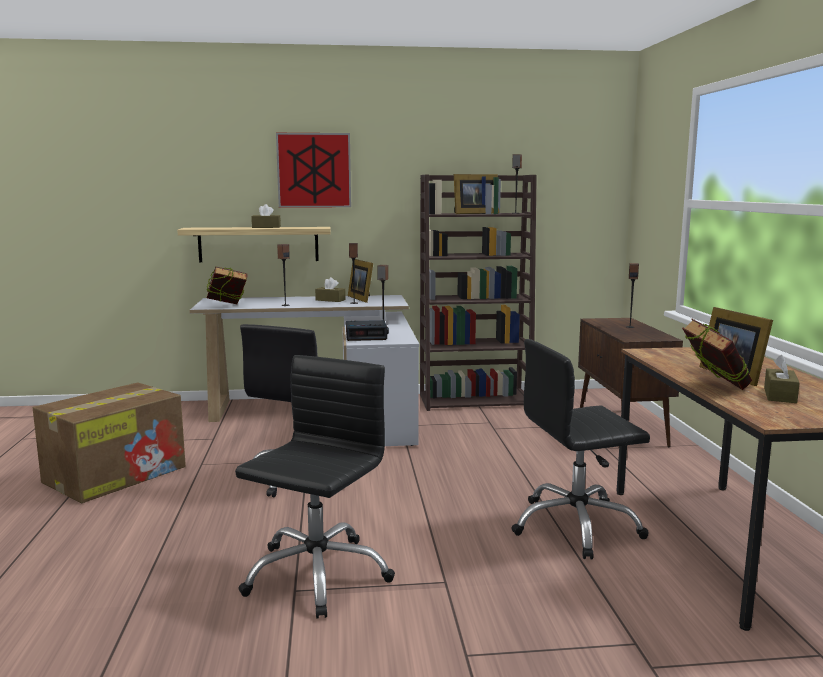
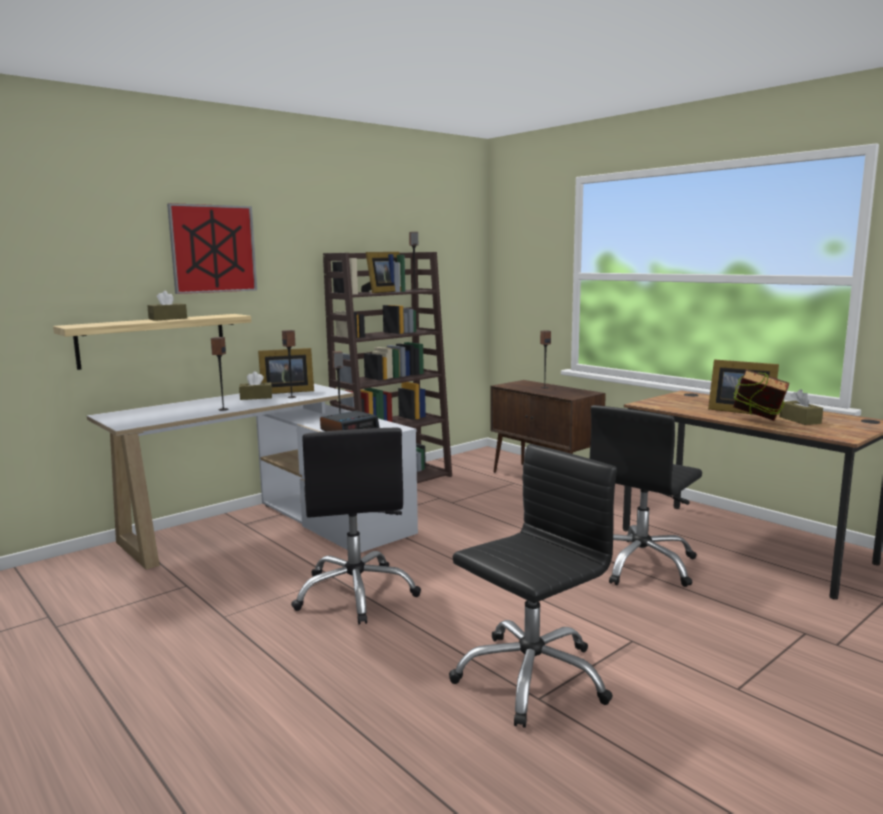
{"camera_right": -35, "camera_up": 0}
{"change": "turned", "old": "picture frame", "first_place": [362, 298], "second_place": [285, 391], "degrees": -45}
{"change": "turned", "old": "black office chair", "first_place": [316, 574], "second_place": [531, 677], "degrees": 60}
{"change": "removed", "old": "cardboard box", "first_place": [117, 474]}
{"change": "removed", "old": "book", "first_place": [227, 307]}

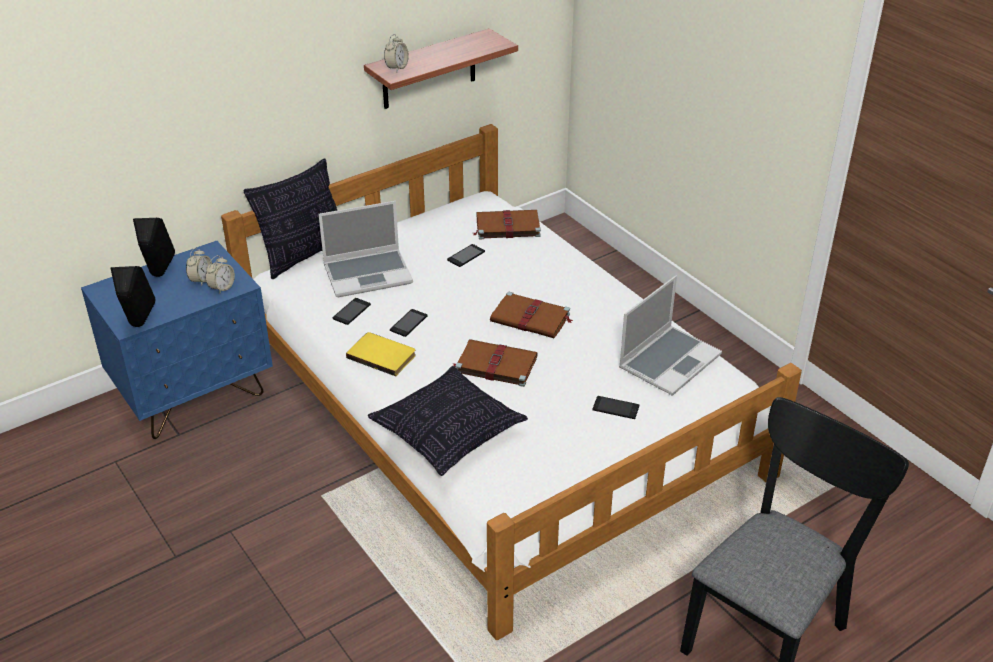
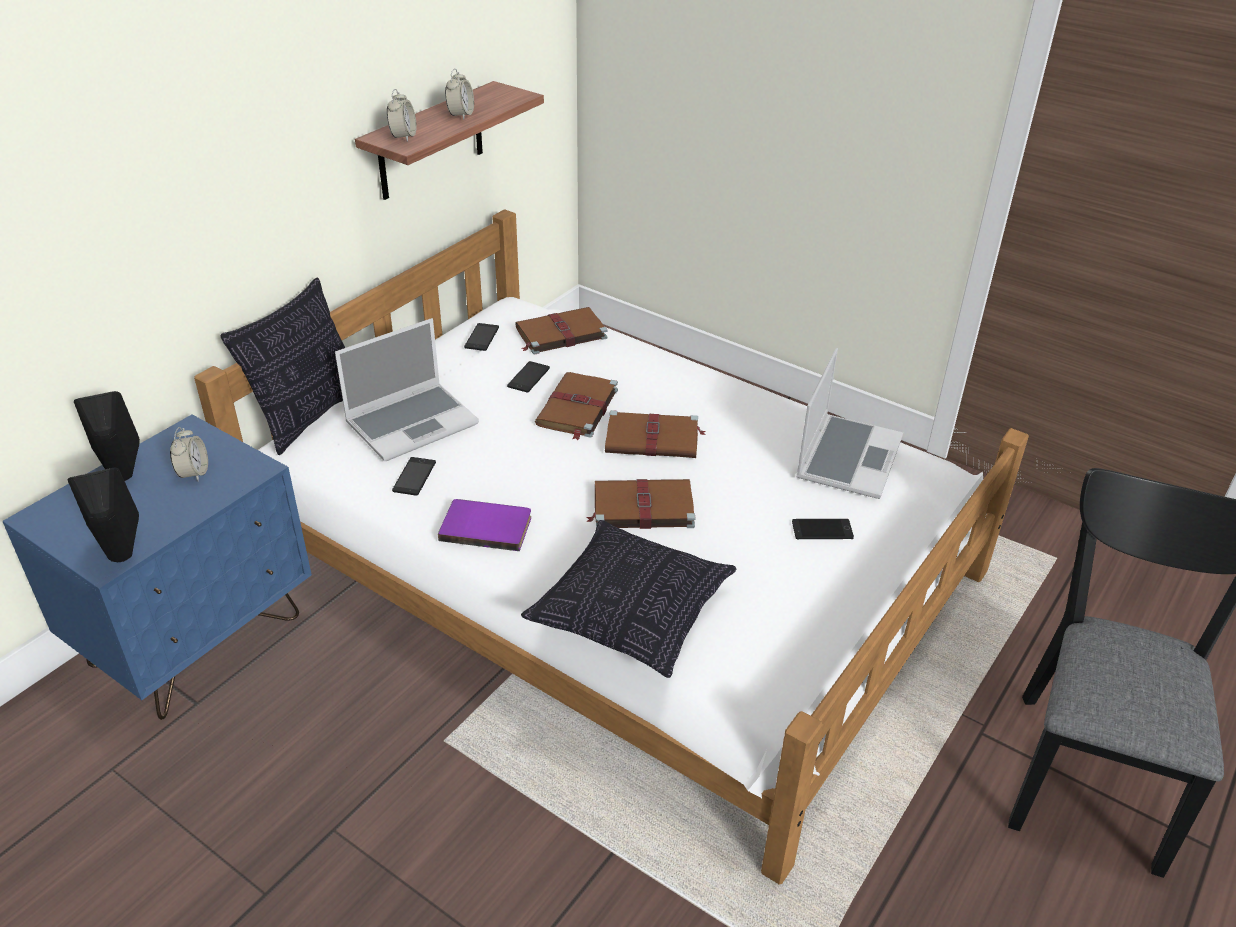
{"camera_right": -20, "camera_up": 0}
{"change": "recoloured", "old": "yellow book", "new": "purple book", "first_place": [382, 355], "second_place": [486, 526]}
{"change": "moved", "old": "alarm clock", "first_place": [222, 288], "second_place": [461, 115]}
{"change": "moved", "old": "phone", "first_place": [408, 323], "second_place": [482, 337]}
{"change": "added", "new": "brown book", "second_place": [577, 408]}

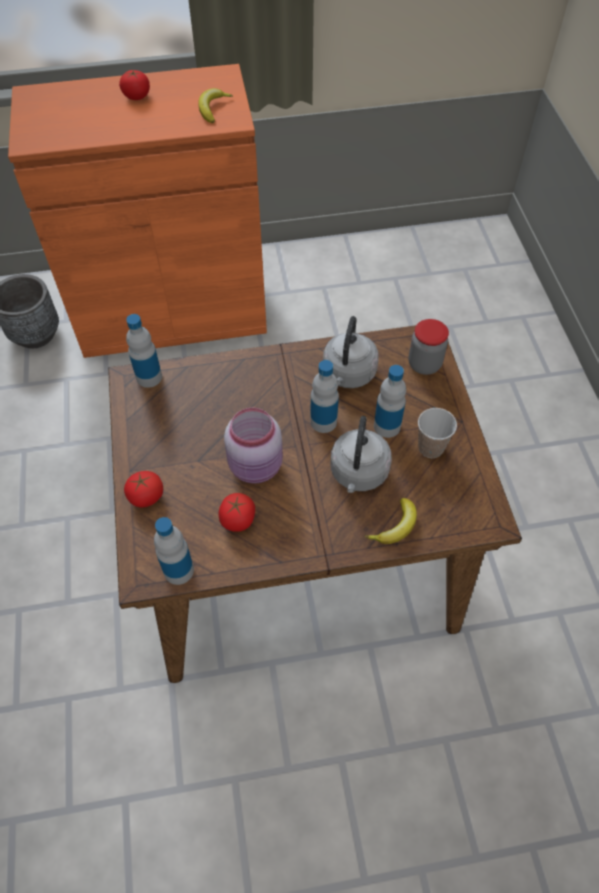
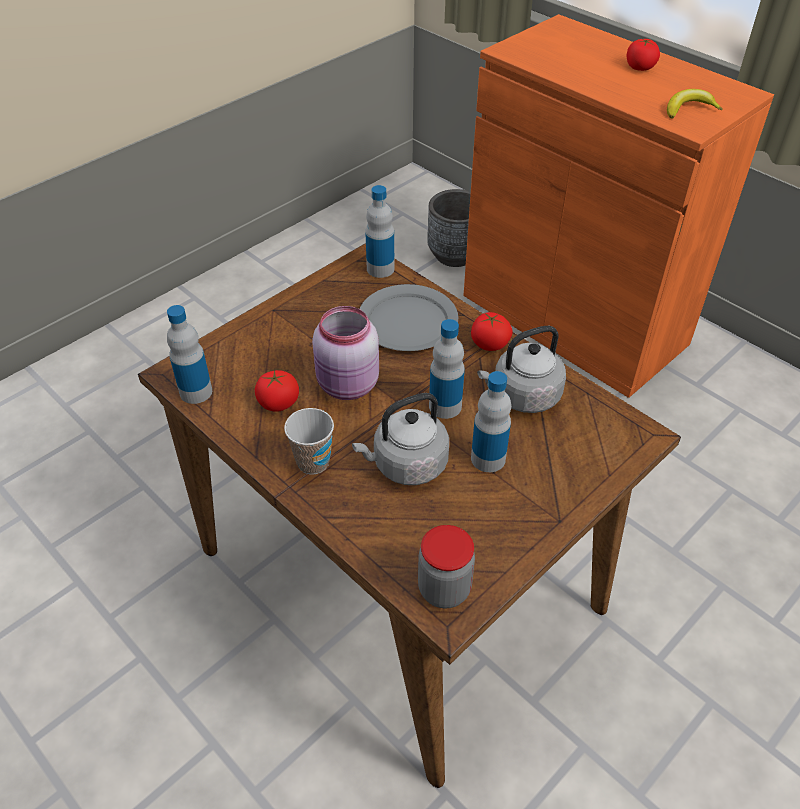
{"camera_right": 55, "camera_up": -10}
{"change": "moved", "old": "cup", "first_place": [431, 448], "second_place": [313, 462]}
{"change": "added", "new": "grey plate", "second_place": [407, 322]}
{"change": "moved", "old": "jar", "first_place": [424, 364], "second_place": [444, 589]}
{"change": "moved", "old": "tomato", "first_place": [146, 496], "second_place": [490, 344]}
{"change": "removed", "old": "banana", "first_place": [395, 526]}

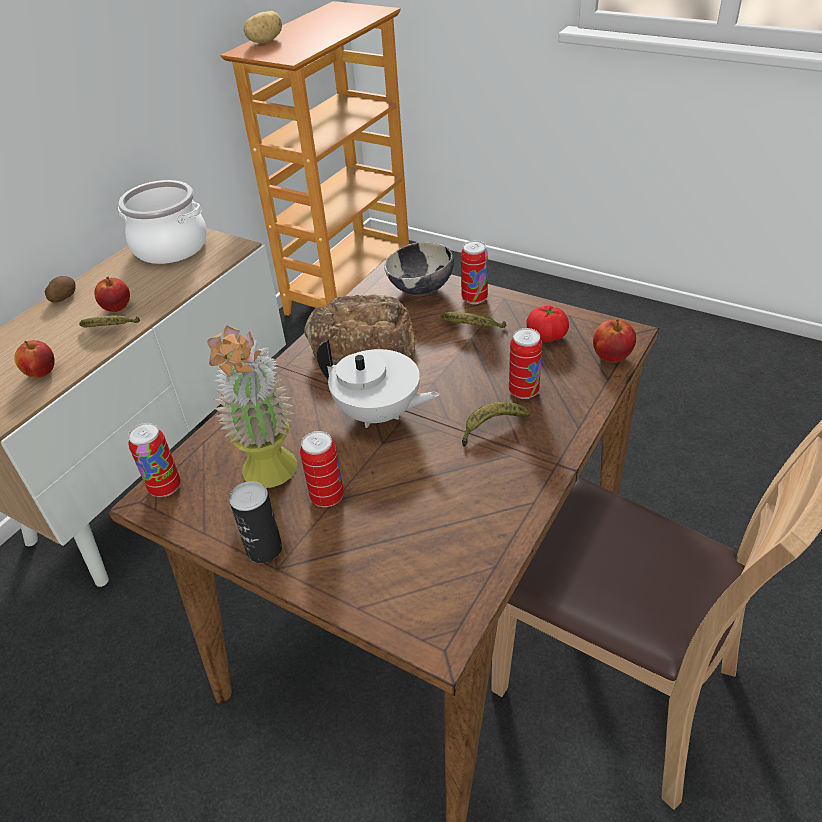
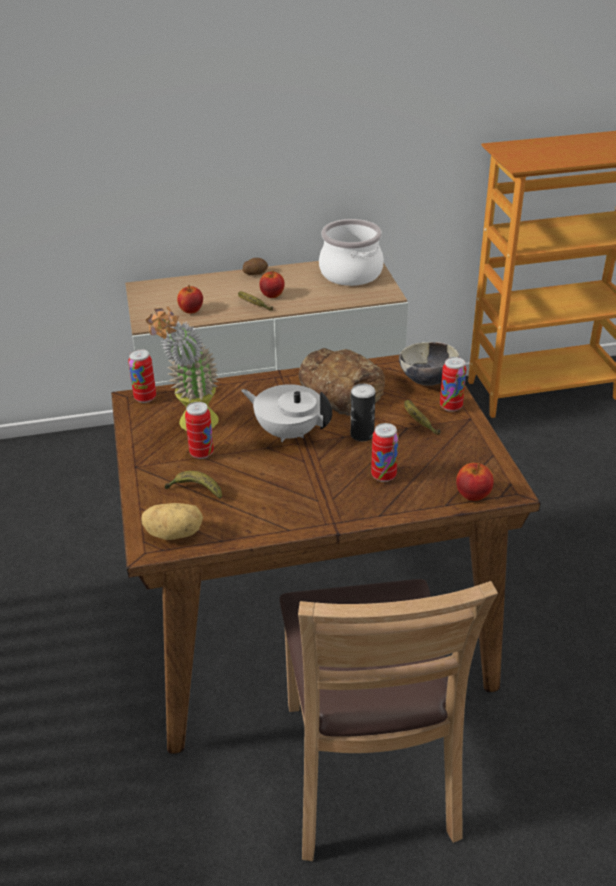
{"camera_right": 45, "camera_up": -5}
{"change": "moved", "old": "potato", "first_place": [265, 41], "second_place": [174, 533]}
{"change": "moved", "old": "banana", "first_place": [491, 427], "second_place": [195, 491]}
{"change": "turned", "old": "white teapot", "first_place": [379, 414], "second_place": [288, 432], "degrees": 135}
{"change": "moved", "old": "can", "first_place": [264, 549], "second_place": [362, 435]}
{"change": "removed", "old": "tomato", "first_place": [546, 336]}

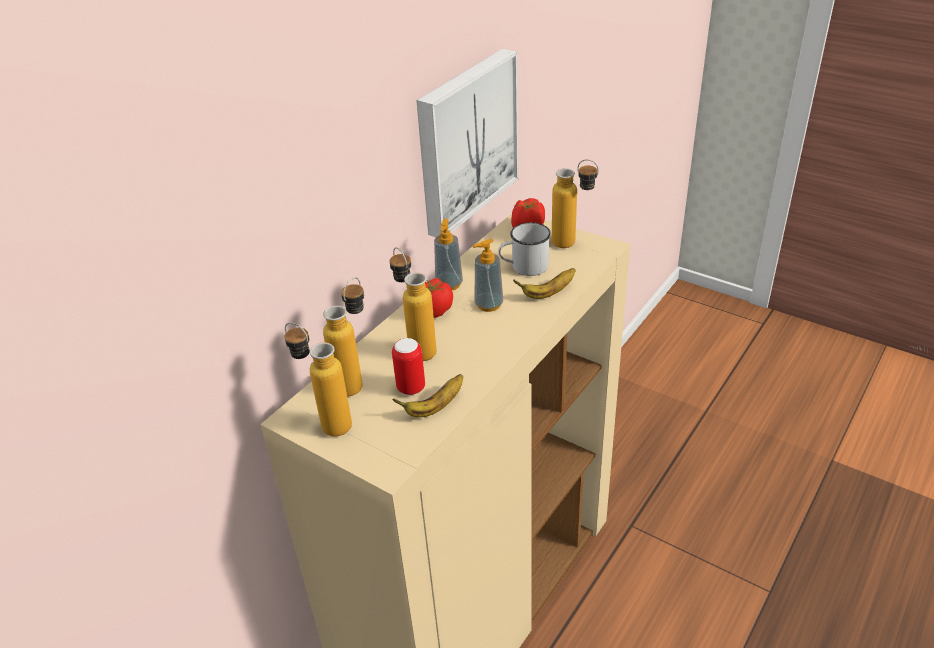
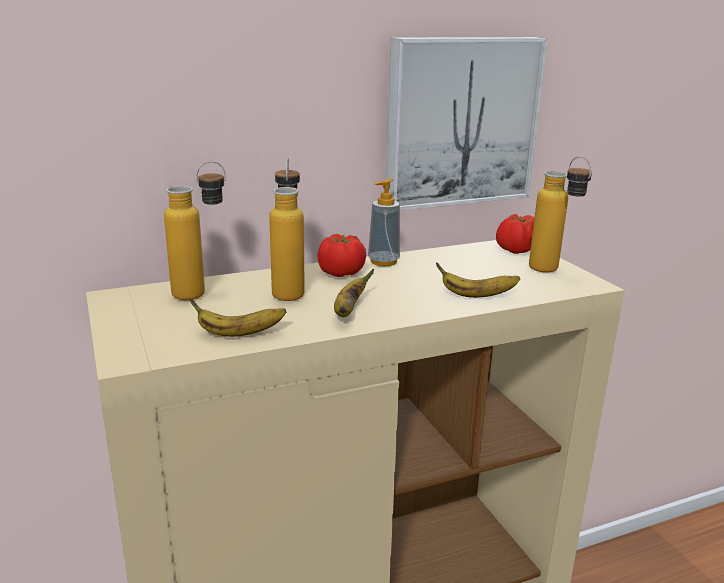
{"camera_right": 30, "camera_up": -15}
{"change": "added", "new": "banana", "second_place": [348, 310]}
{"change": "removed", "old": "bottle", "first_place": [326, 423]}
{"change": "removed", "old": "can", "first_place": [411, 388]}
{"change": "removed", "old": "soap dispenser", "first_place": [488, 304]}
{"change": "removed", "old": "white mug", "first_place": [524, 267]}

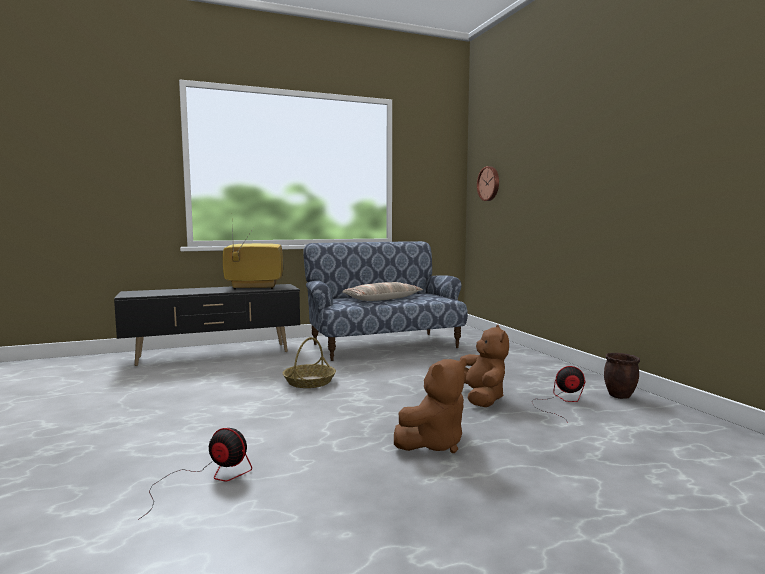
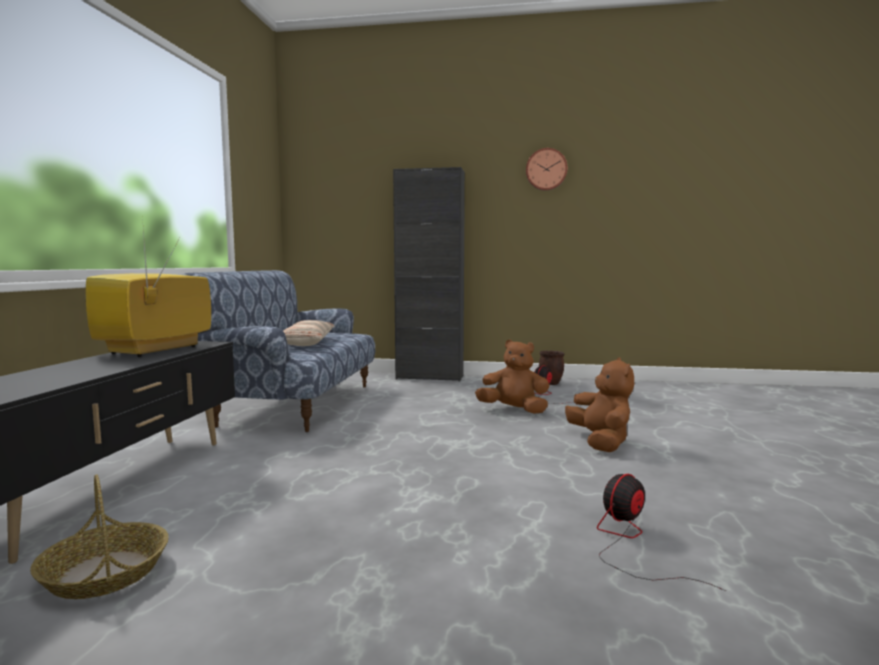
{"camera_right": -60, "camera_up": 0}
{"change": "moved", "old": "basket", "first_place": [309, 382], "second_place": [105, 573]}
{"change": "added", "new": "black cabinet", "second_place": [430, 377]}
{"change": "moved", "old": "wall clock", "first_place": [489, 183], "second_place": [546, 169]}

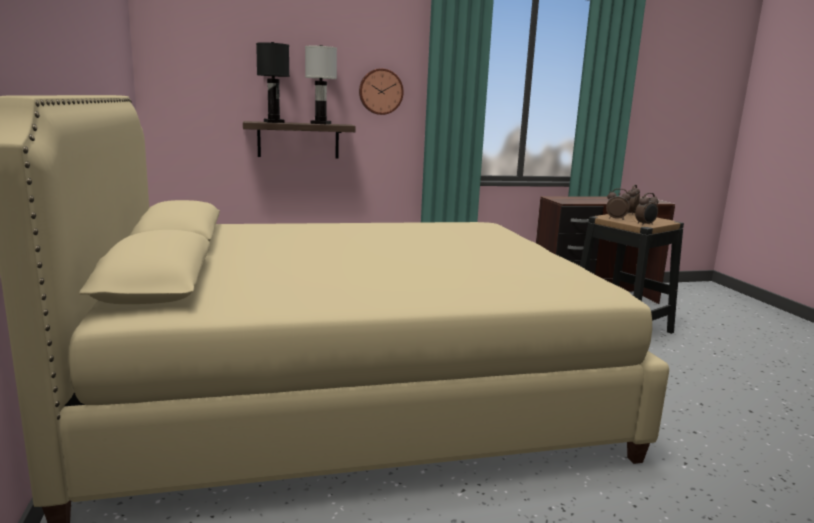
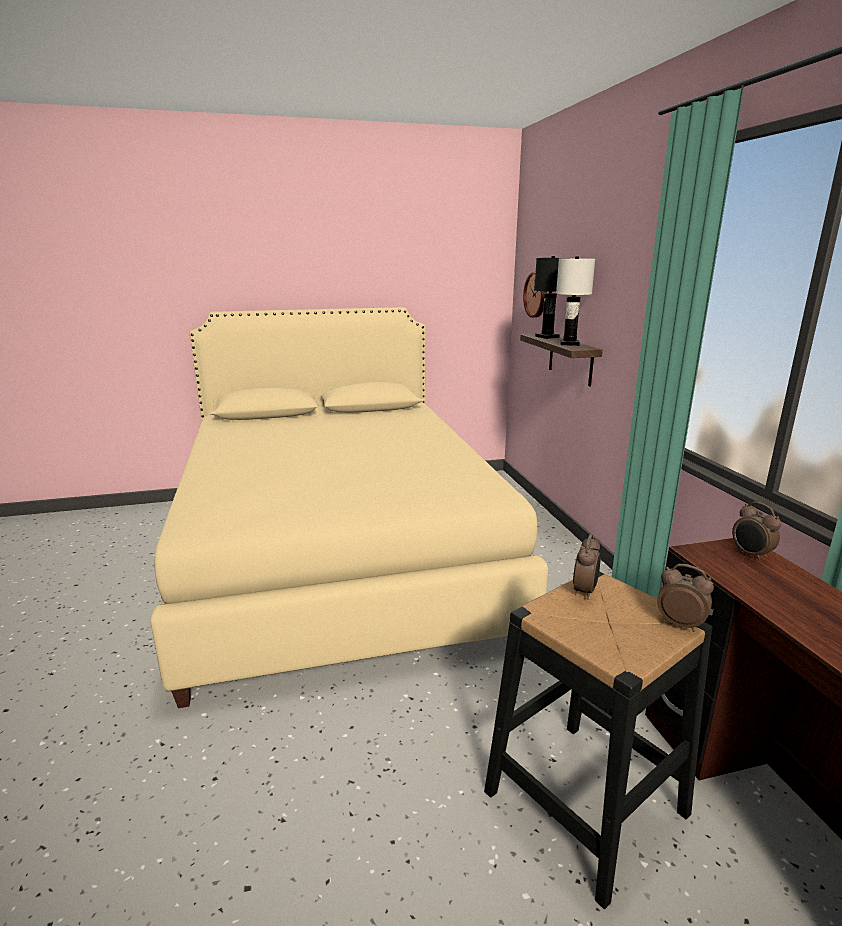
{"camera_right": 90, "camera_up": 5}
{"change": "moved", "old": "wall clock", "first_place": [380, 91], "second_place": [537, 294]}
{"change": "moved", "old": "alarm clock", "first_place": [645, 224], "second_place": [750, 555]}

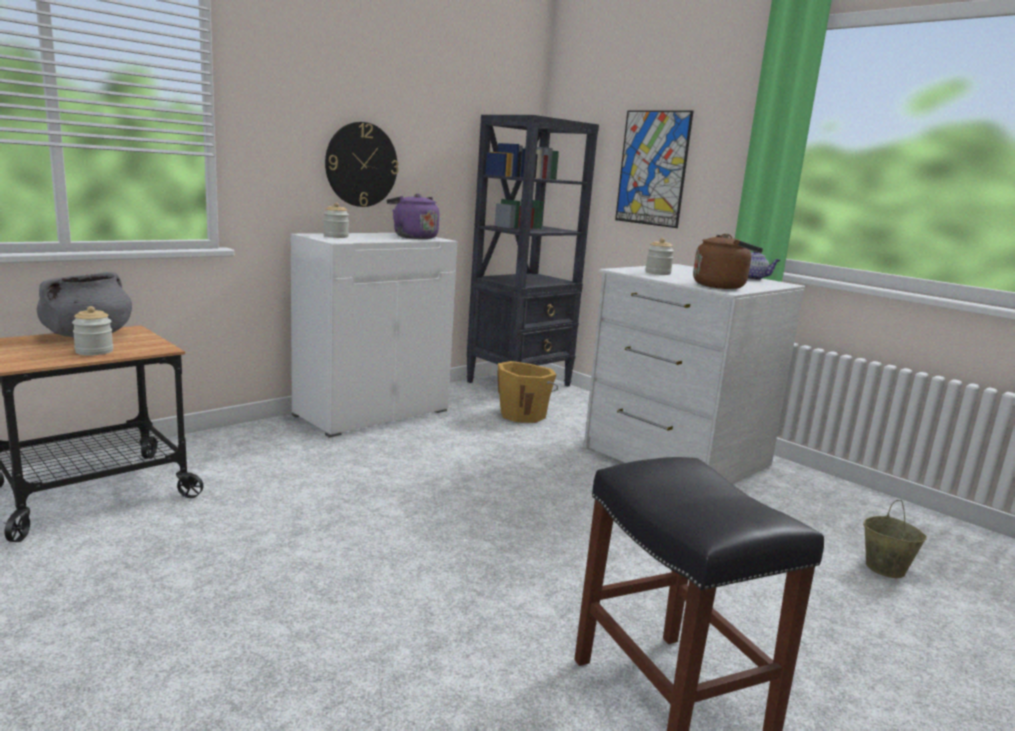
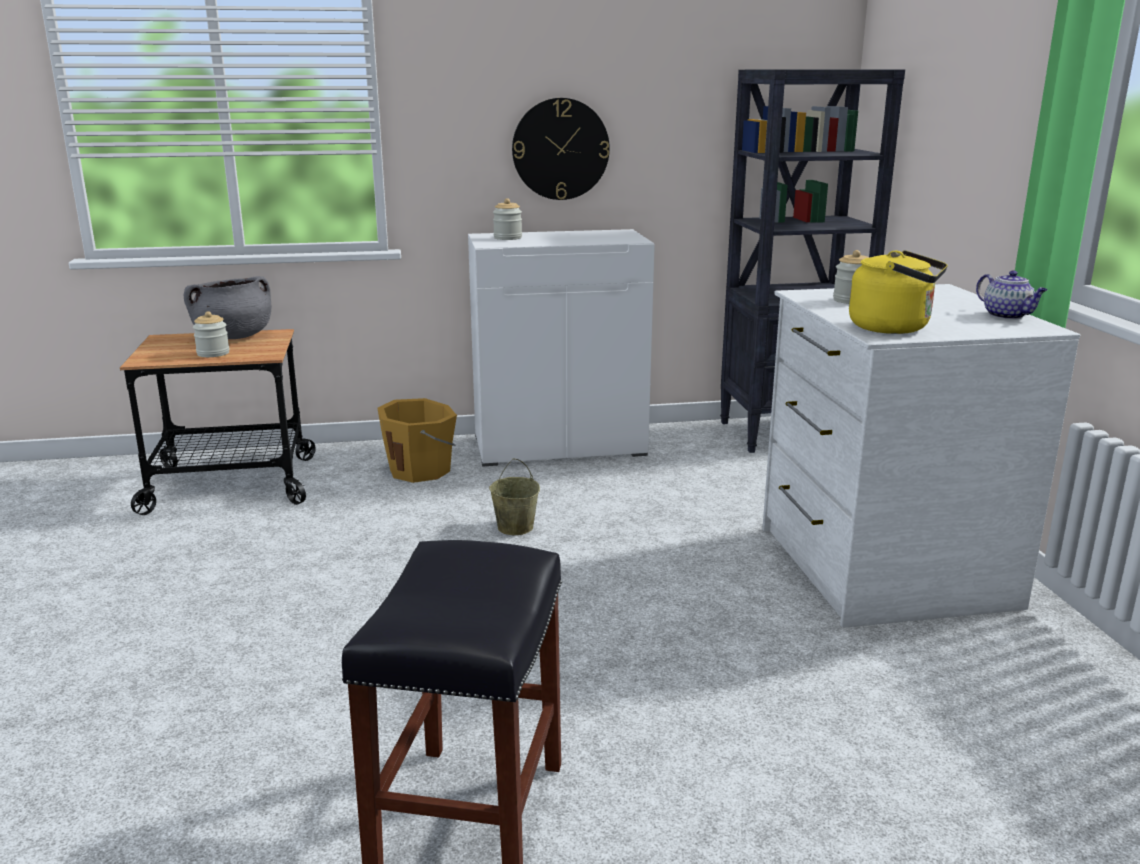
{"camera_right": 35, "camera_up": 5}
{"change": "moved", "old": "orange bucket", "first_place": [523, 414], "second_place": [421, 470]}
{"change": "moved", "old": "beige bucket", "first_place": [884, 568], "second_place": [515, 527]}
{"change": "recoloured", "old": "brown kettle", "new": "yellow kettle", "first_place": [722, 286], "second_place": [894, 328]}
{"change": "removed", "old": "purple kettle", "first_place": [413, 237]}
{"change": "removed", "old": "picture", "first_place": [652, 168]}

